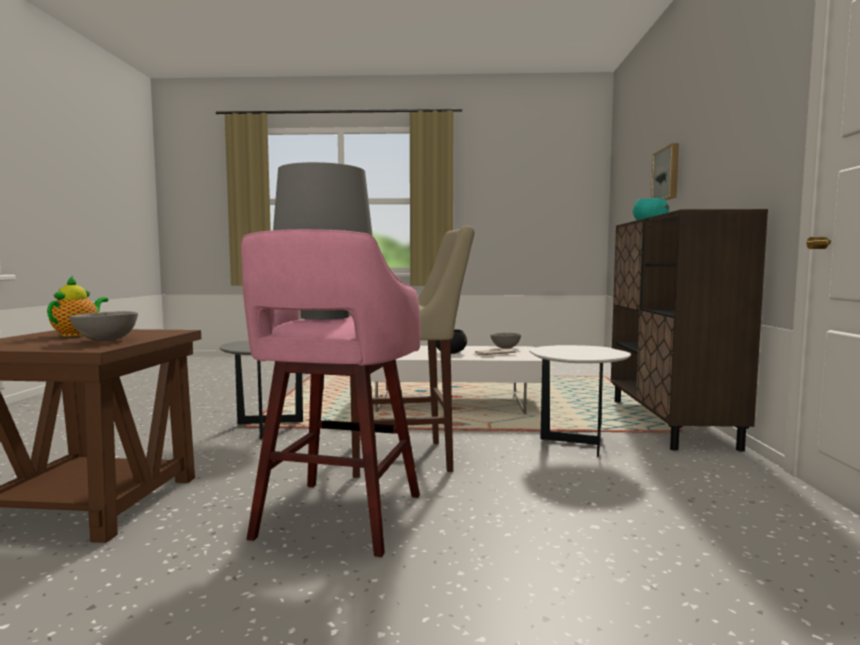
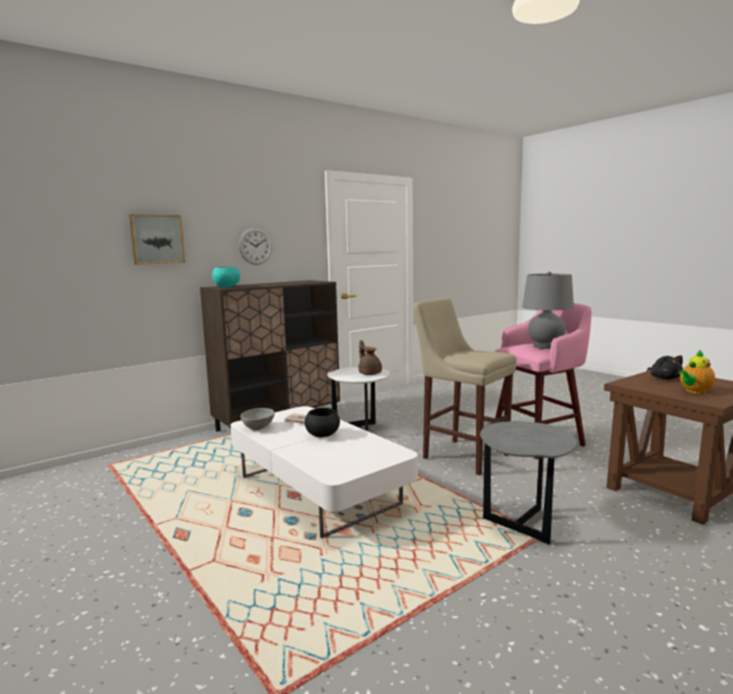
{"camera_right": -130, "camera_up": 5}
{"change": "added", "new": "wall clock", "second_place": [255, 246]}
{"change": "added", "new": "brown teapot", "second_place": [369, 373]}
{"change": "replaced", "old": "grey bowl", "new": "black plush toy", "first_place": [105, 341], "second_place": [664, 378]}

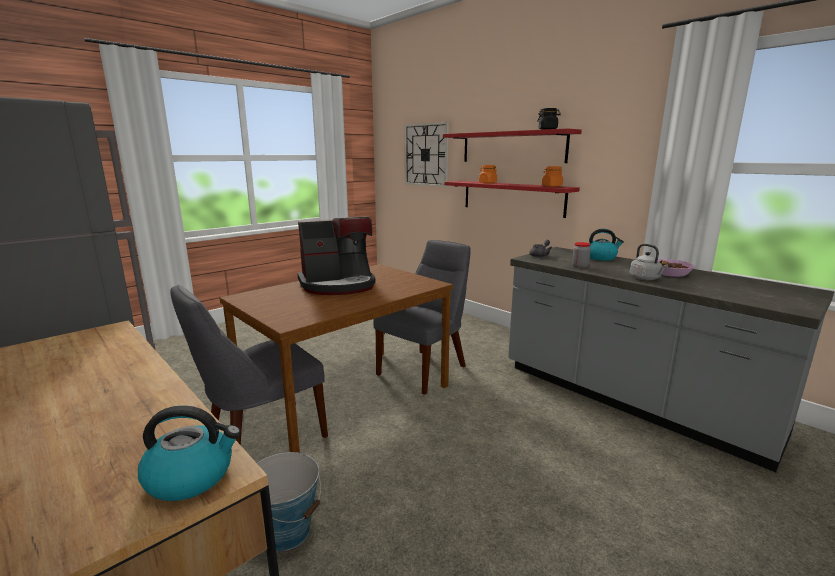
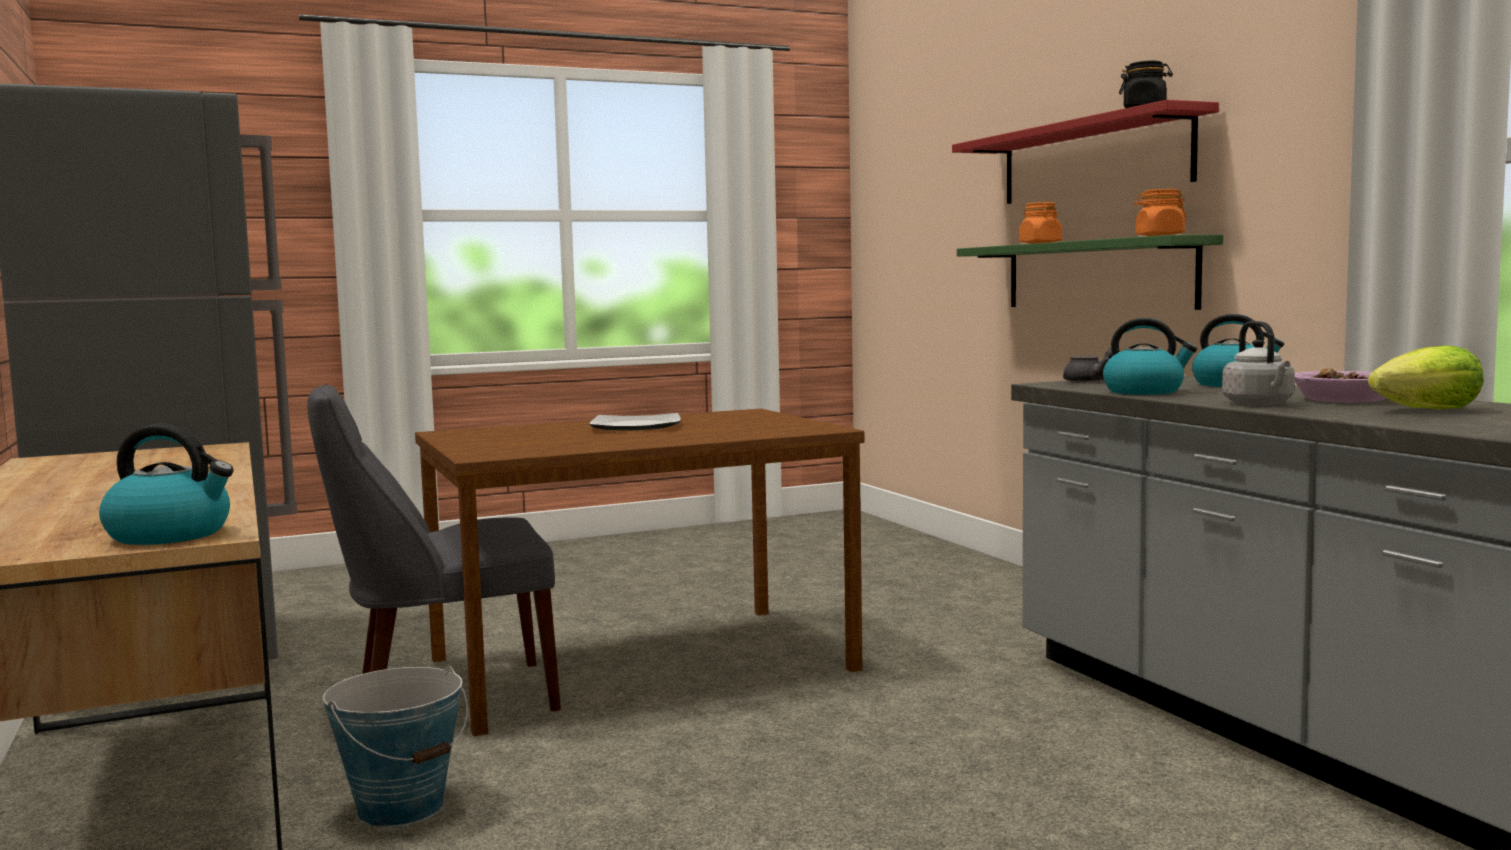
{"camera_right": 20, "camera_up": -10}
{"change": "replaced", "old": "coffee machine", "new": "plate", "first_place": [338, 285], "second_place": [636, 426]}
{"change": "recoloured", "old": "red shelf", "new": "green shelf", "first_place": [512, 197], "second_place": [1097, 275]}
{"change": "replaced", "old": "jar", "new": "kettle", "first_place": [580, 266], "second_place": [1144, 391]}
{"change": "added", "new": "lettuce", "second_place": [1427, 410]}
{"change": "removed", "old": "grey chair", "first_place": [425, 369]}
{"change": "removed", "old": "wall clock", "first_place": [426, 155]}

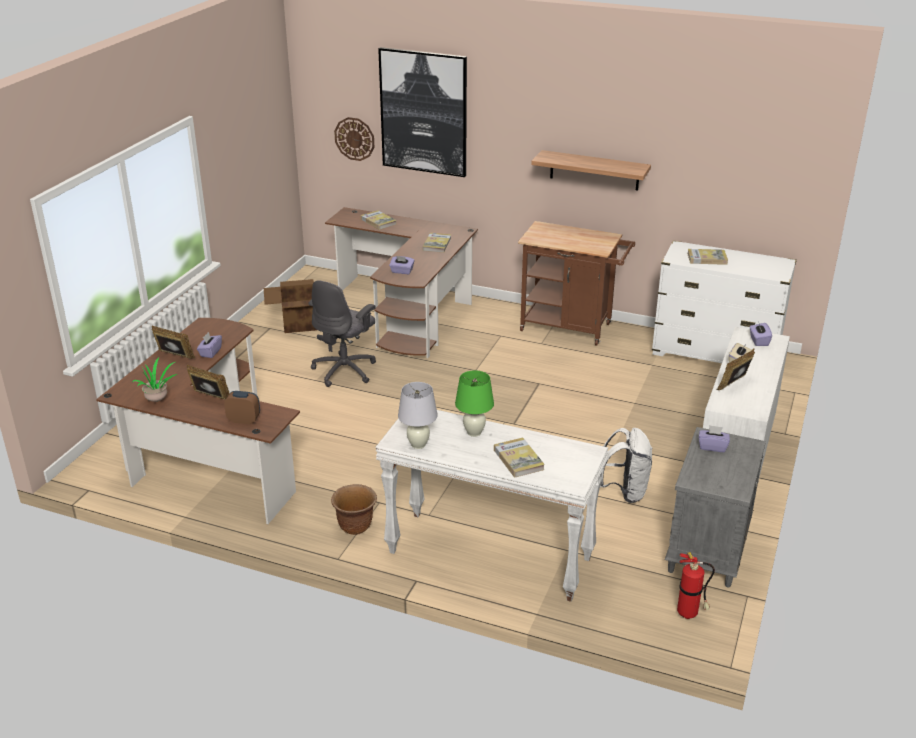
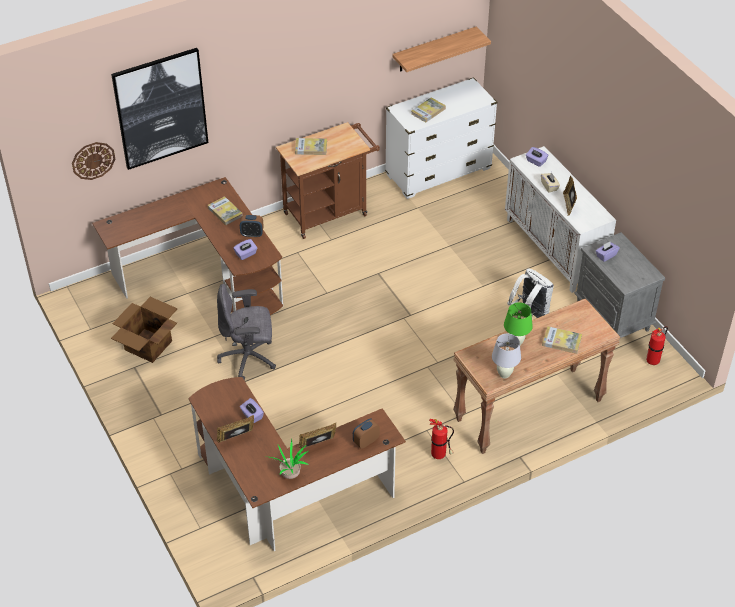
{"camera_right": -50, "camera_up": 15}
{"change": "turned", "old": "grey office chair", "first_place": [345, 370], "second_place": [249, 358], "degrees": 105}
{"change": "added", "new": "alarm clock", "second_place": [252, 234]}
{"change": "moved", "old": "book", "first_place": [378, 221], "second_place": [311, 148]}
{"change": "moved", "old": "shelf", "first_place": [594, 170], "second_place": [434, 49]}
{"change": "replaced", "old": "brown planter", "new": "fire extinguisher", "first_place": [355, 526], "second_place": [440, 455]}
{"change": "recoloured", "old": "white console table", "new": "brown console table", "first_place": [488, 556], "second_place": [529, 411]}

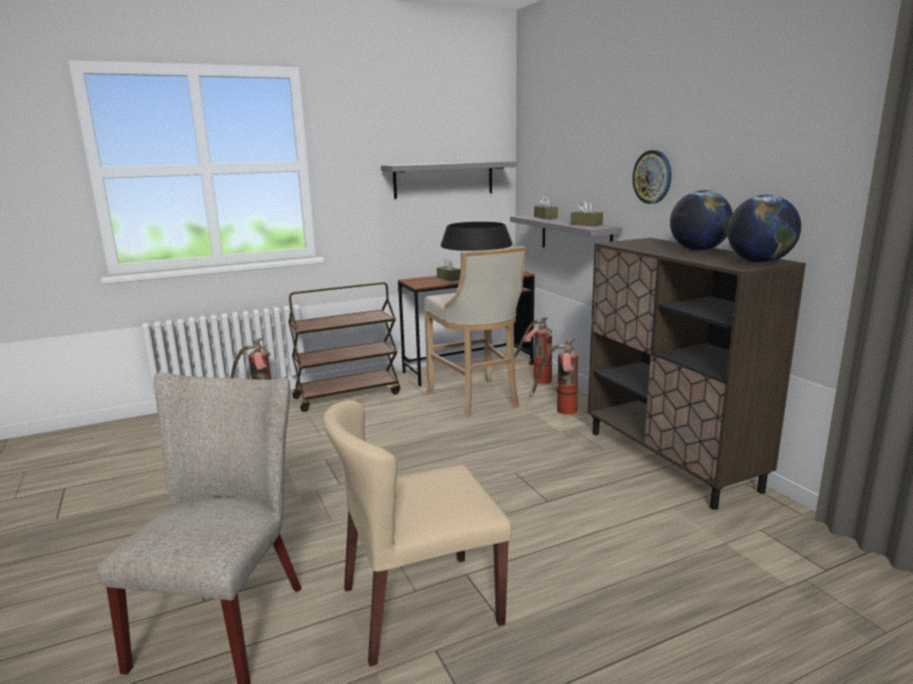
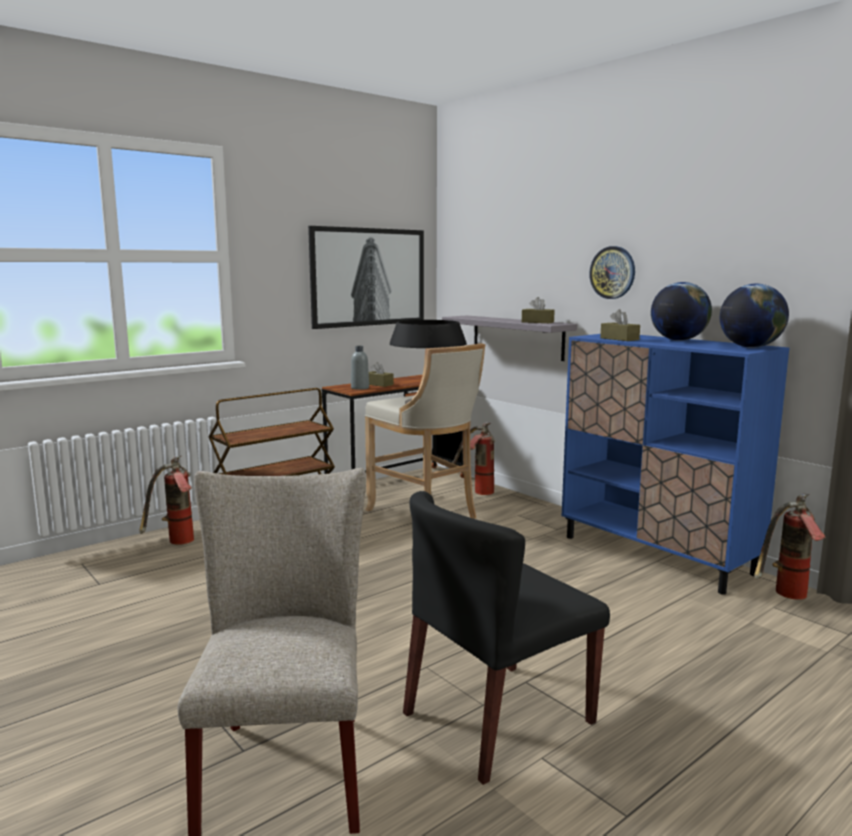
{"camera_right": -15, "camera_up": -5}
{"change": "replaced", "old": "grey shelf", "new": "picture", "first_place": [444, 179], "second_place": [368, 277]}
{"change": "added", "new": "grey bottle", "second_place": [360, 388]}
{"change": "recoloured", "old": "beige chair", "new": "black chair", "first_place": [420, 606], "second_place": [497, 718]}
{"change": "recoloured", "old": "brown cabinet", "new": "blue cabinet", "first_place": [671, 460], "second_place": [656, 555]}
{"change": "moved", "old": "brown tissue box", "first_place": [545, 217], "second_place": [619, 339]}
{"change": "moved", "old": "fire extinguisher", "first_place": [560, 412], "second_place": [786, 596]}

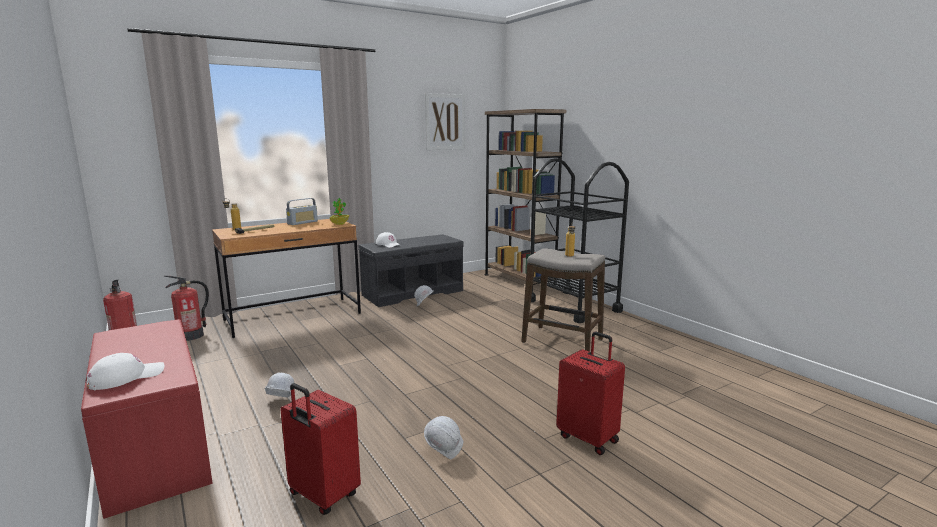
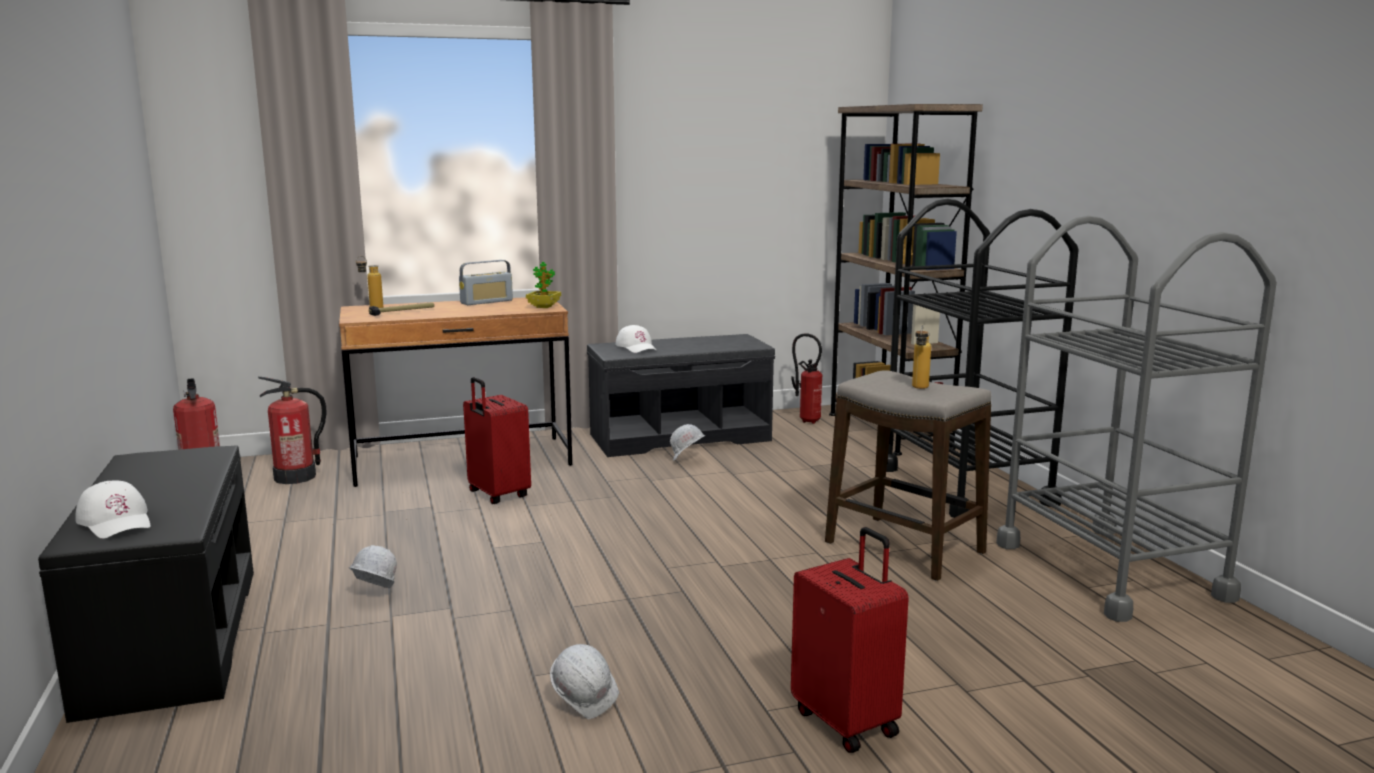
{"camera_right": 15, "camera_up": 0}
{"change": "recoloured", "old": "red bench", "new": "black bench", "first_place": [153, 447], "second_place": [170, 636]}
{"change": "turned", "old": "white cap", "first_place": [126, 377], "second_place": [116, 521], "degrees": 75}
{"change": "moved", "old": "red suitcase", "first_place": [322, 496], "second_place": [497, 495]}
{"change": "added", "new": "fire extinguisher", "second_place": [807, 420]}
{"change": "added", "new": "grey cart", "second_place": [1110, 570]}
{"change": "removed", "old": "picture", "first_place": [445, 122]}

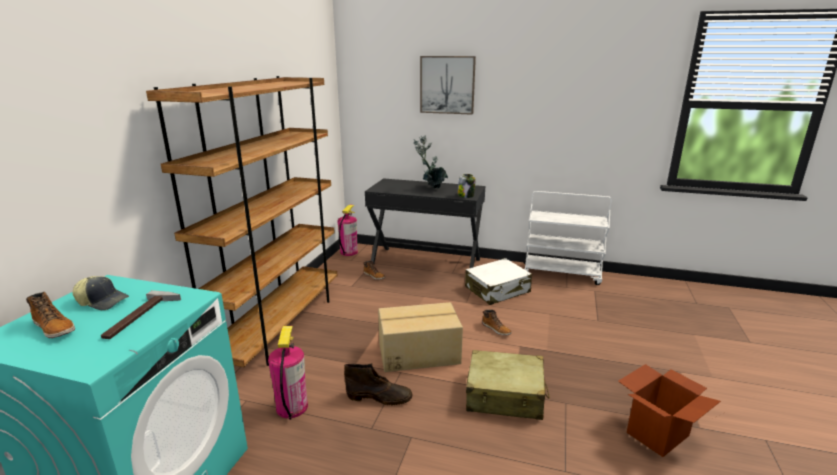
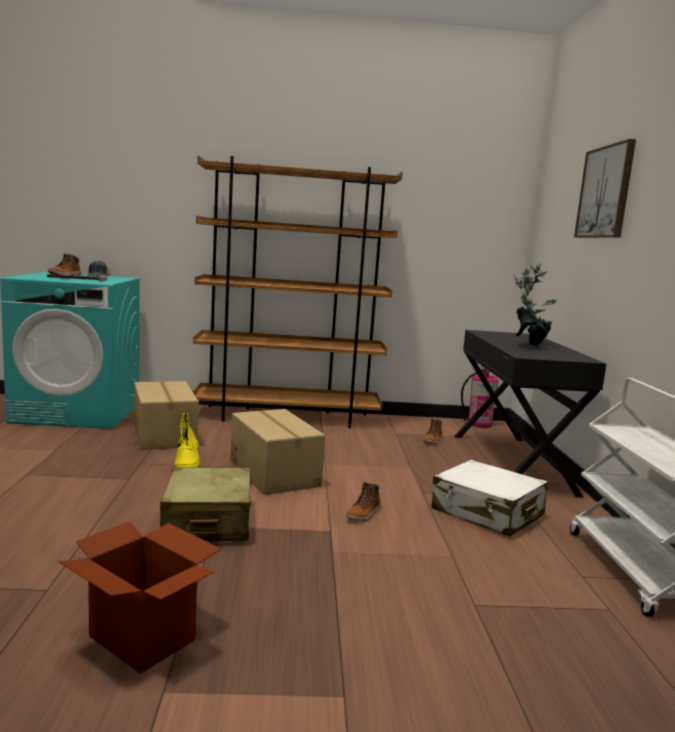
{"camera_right": 70, "camera_up": -10}
{"change": "replaced", "old": "fire extinguisher", "new": "cardboard box", "first_place": [292, 407], "second_place": [165, 435]}
{"change": "recoloured", "old": "brown boot", "new": "yellow boot", "first_place": [380, 397], "second_place": [187, 462]}
{"change": "removed", "old": "jar", "first_place": [466, 196]}

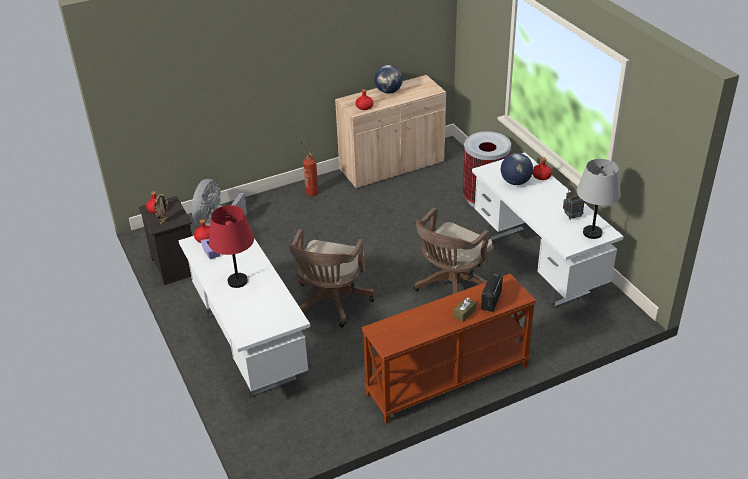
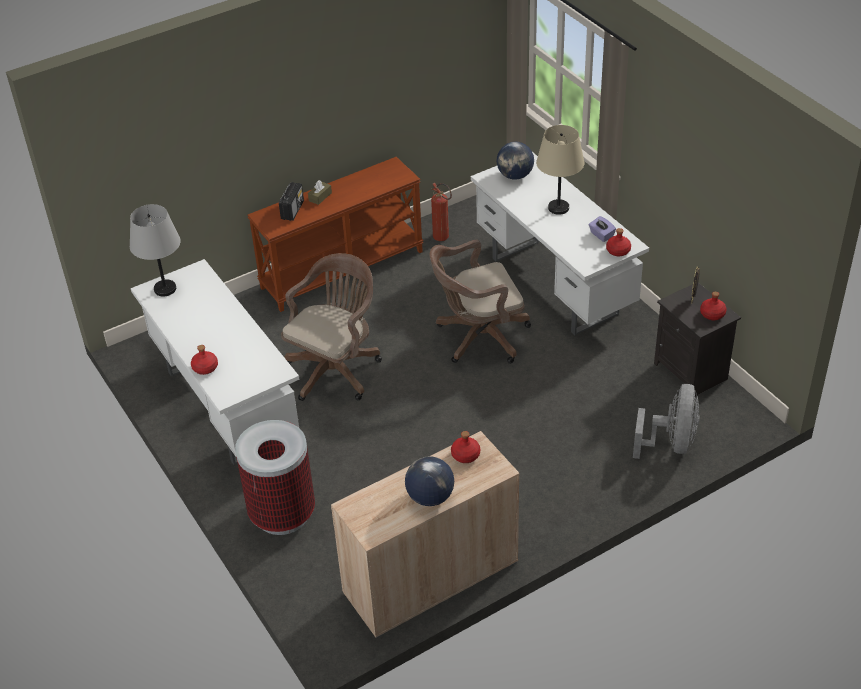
{"camera_right": 175, "camera_up": 5}
{"change": "turned", "old": "brown office chair", "first_place": [331, 304], "second_place": [478, 337], "degrees": -120}
{"change": "moved", "old": "fire extinguisher", "first_place": [310, 191], "second_place": [443, 238]}
{"change": "moved", "old": "globe", "first_place": [515, 182], "second_place": [515, 176]}
{"change": "recoloured", "old": "red table lamp", "new": "beige table lamp", "first_place": [238, 281], "second_place": [558, 208]}
{"change": "removed", "old": "radio", "first_place": [573, 216]}

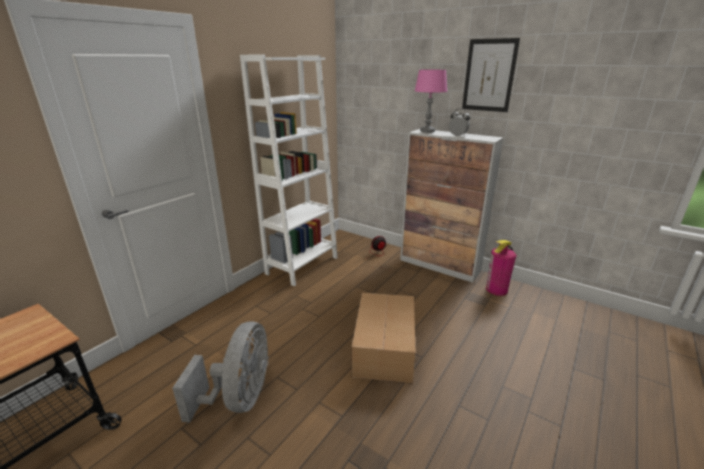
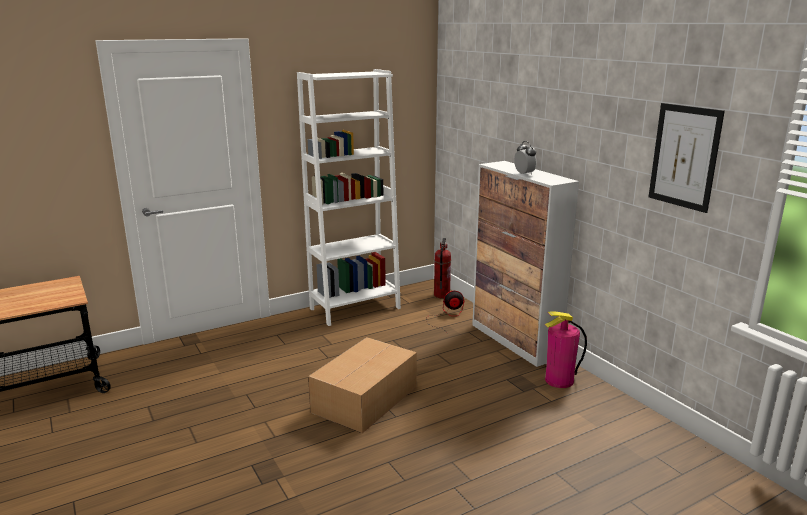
{"camera_right": 25, "camera_up": -5}
{"change": "added", "new": "fire extinguisher", "second_place": [441, 295]}
{"change": "moved", "old": "picture", "first_place": [489, 75], "second_place": [684, 156]}
{"change": "removed", "old": "grey fan", "first_place": [240, 398]}
{"change": "removed", "old": "pink table lamp", "first_place": [427, 131]}

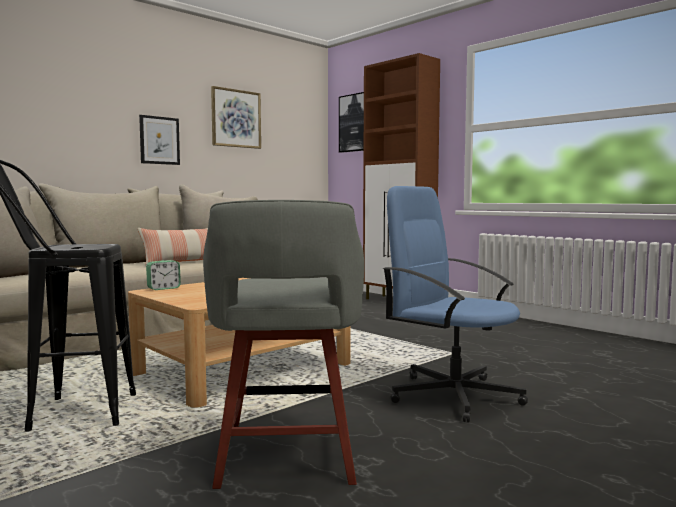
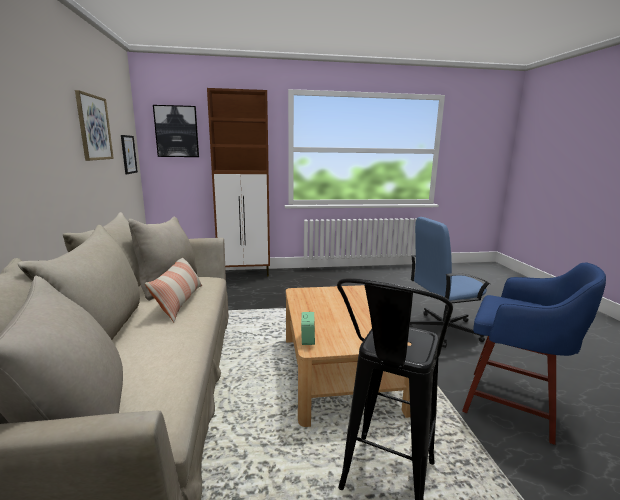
{"camera_right": -55, "camera_up": 10}
{"change": "moved", "old": "picture", "first_place": [159, 140], "second_place": [128, 154]}
{"change": "recoloured", "old": "grey stool", "new": "blue stool", "first_place": [286, 457], "second_place": [513, 406]}

